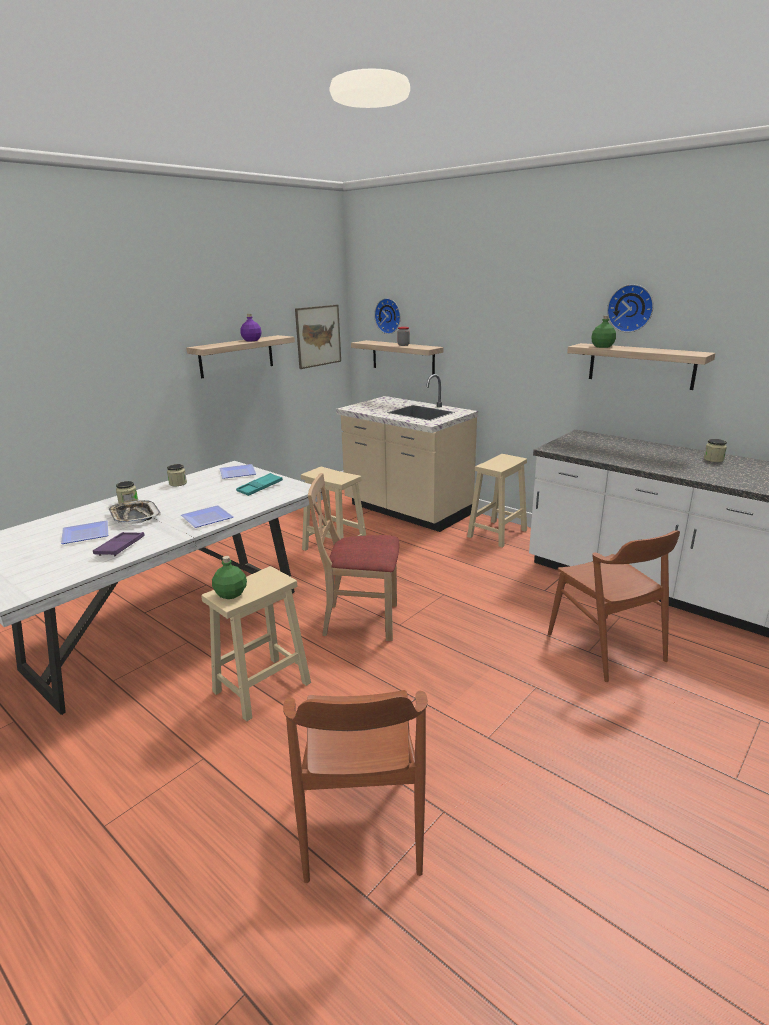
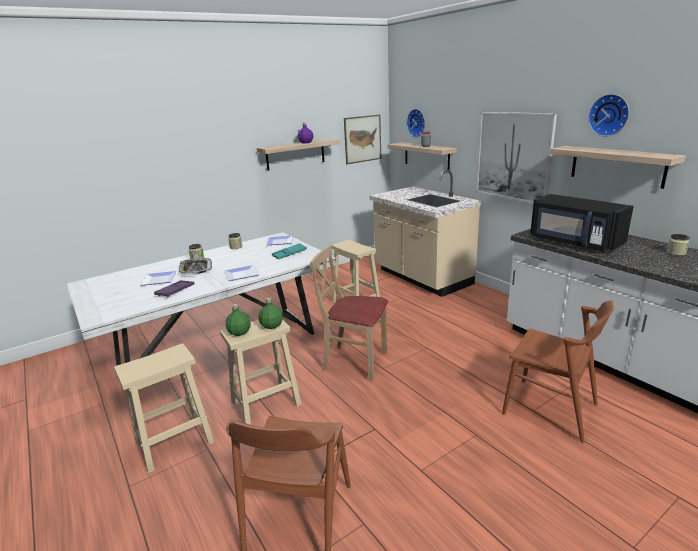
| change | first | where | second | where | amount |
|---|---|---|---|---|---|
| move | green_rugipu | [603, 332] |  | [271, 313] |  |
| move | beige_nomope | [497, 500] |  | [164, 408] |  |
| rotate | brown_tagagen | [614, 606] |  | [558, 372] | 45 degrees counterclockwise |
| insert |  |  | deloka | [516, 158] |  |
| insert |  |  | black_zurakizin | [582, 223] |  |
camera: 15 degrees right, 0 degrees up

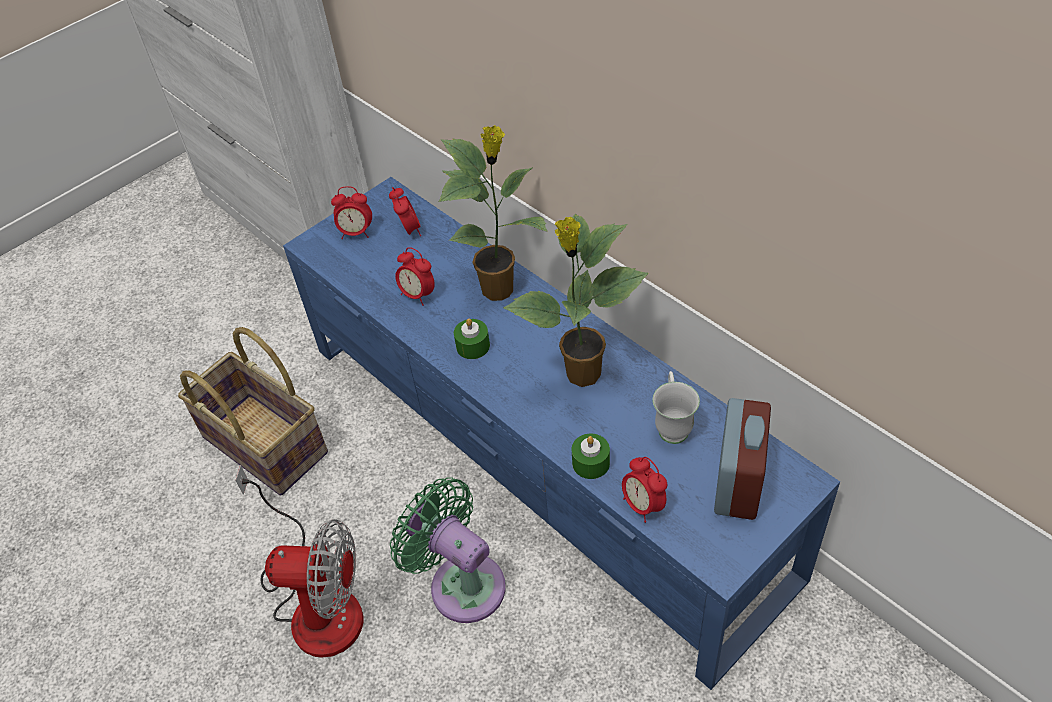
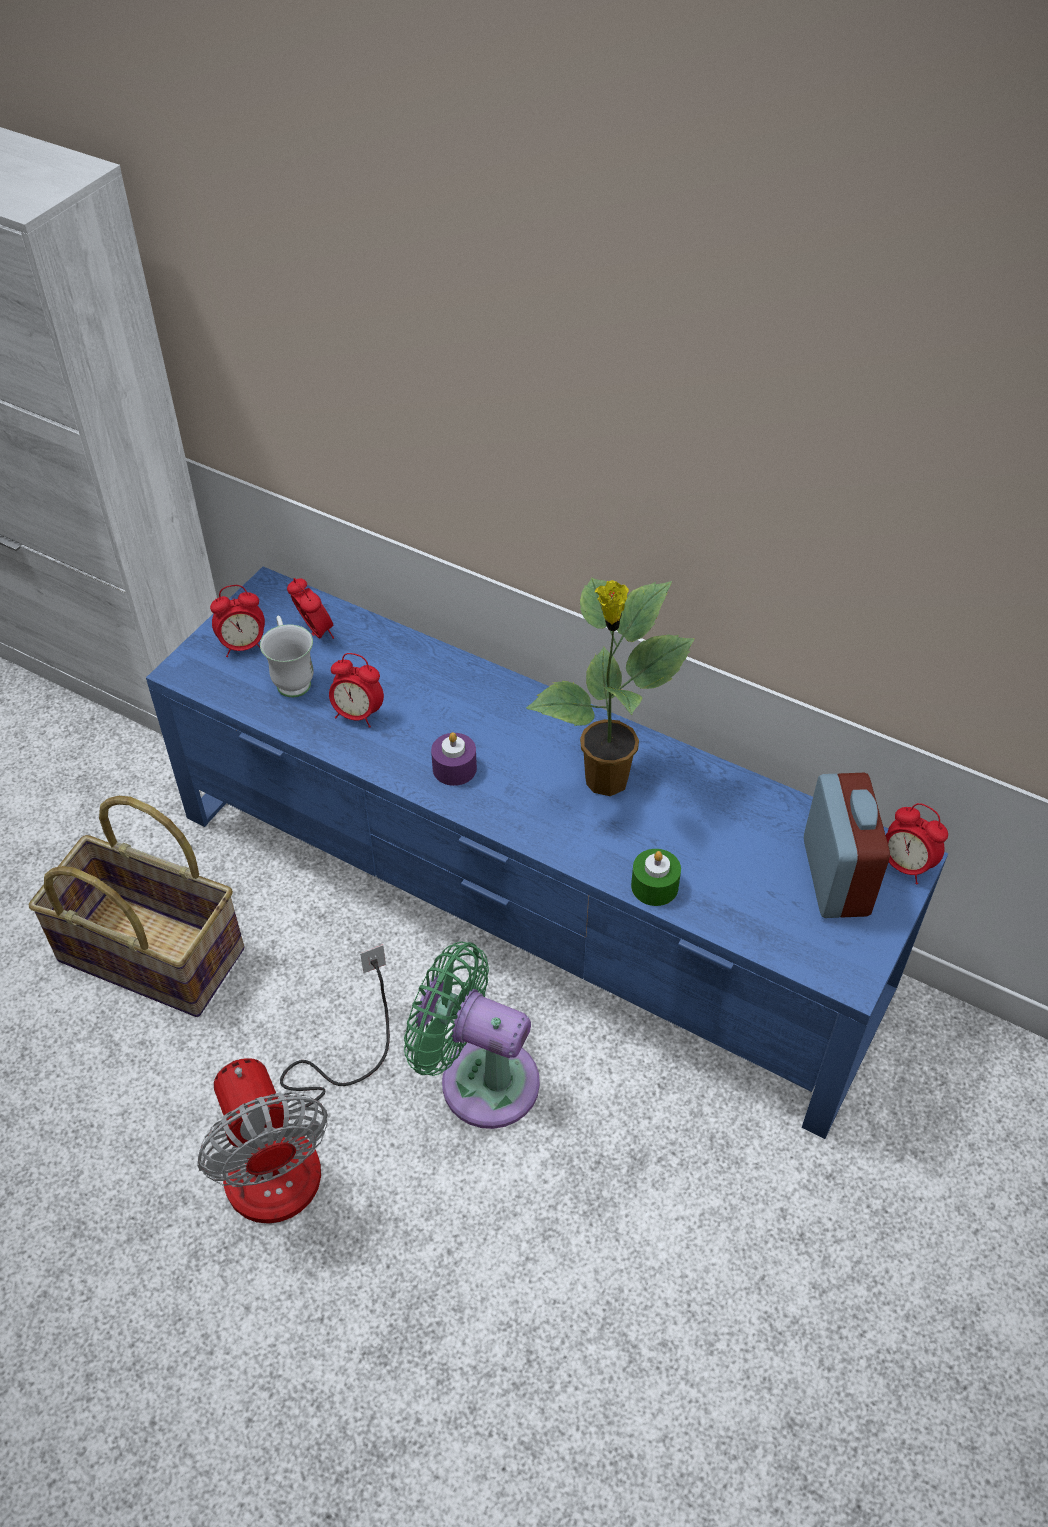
| change | first | where | second | where | amount |
|---|---|---|---|---|---|
| delete | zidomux | [493, 213] |  |  |  |
| recolor | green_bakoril | [472, 339] | purple_bakoril | [454, 759] |  |
| move | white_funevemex | [676, 407] |  | [286, 656] |  |
| move | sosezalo | [644, 490] |  | [917, 844] |  |
| rotate | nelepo | [299, 561] |  | [293, 1084] | 75 degrees clockwise |
camera: 20 degrees left, 0 degrees up

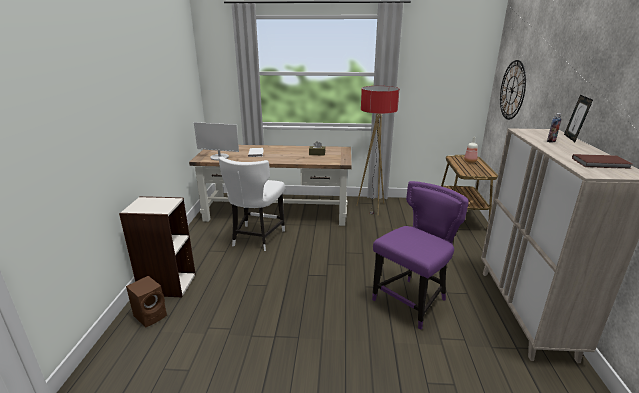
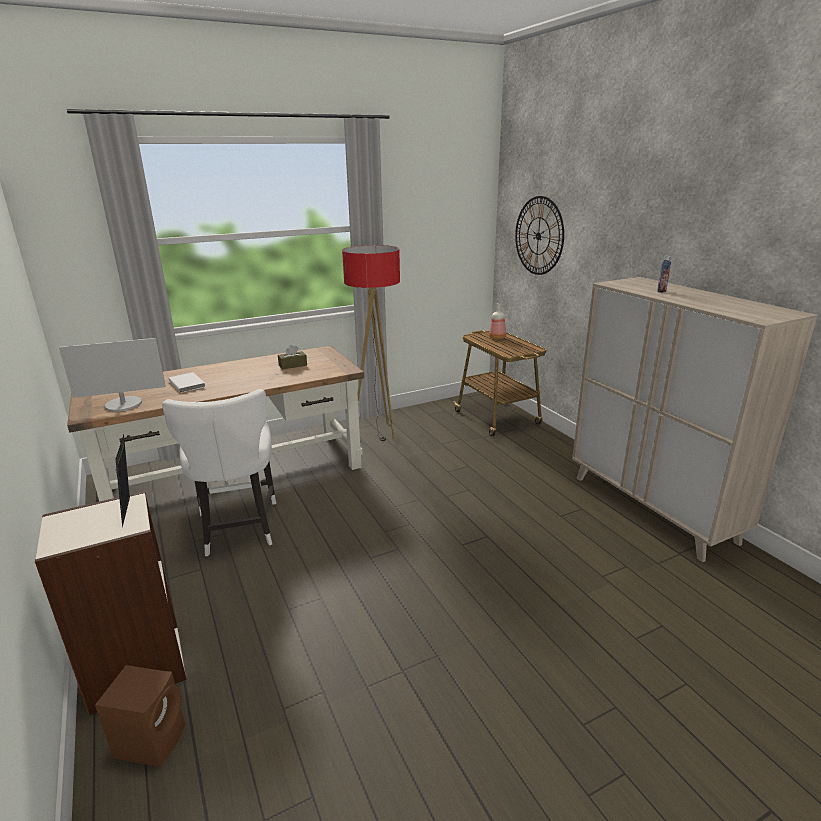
| change | first | where | second | where | amount |
|---|---|---|---|---|---|
| move | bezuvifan | [578, 118] |  | [123, 481] |  |
| delete | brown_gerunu | [602, 161] |  |  |  |
| delete | purple_tagagen | [420, 255] |  |  |  |
camera: 30 degrees left, 0 degrees up

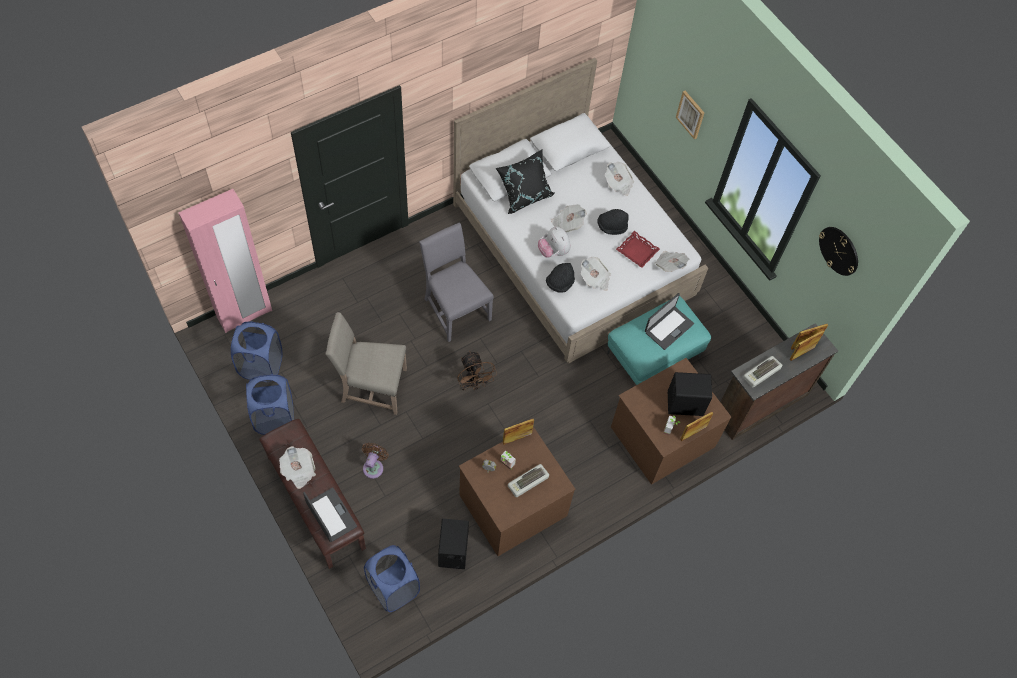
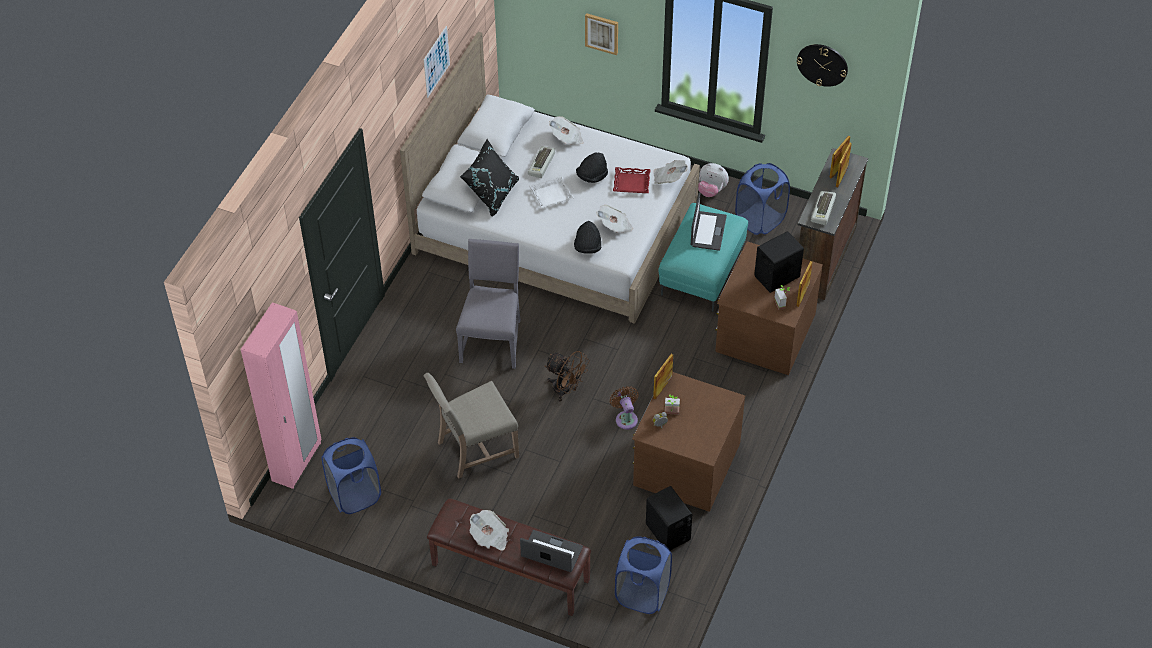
| change | first | where | second | where | amount |
|---|---|---|---|---|---|
| replace | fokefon | [569, 218] | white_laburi | [551, 192] |  |
| rotate | grey_tagagen | [456, 282] |  | [488, 304] | 75 degrees clockwise |
| move | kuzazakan | [554, 242] |  | [713, 180] |  |
| move | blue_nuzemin | [270, 404] |  | [762, 199] |  |
| move | brown_nelepo | [375, 461] |  | [624, 408] |  |
| move | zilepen | [528, 480] |  | [541, 162] |  |
| insert |  |  | deloka | [437, 62] |  |
camera: 30 degrees left, 10 degrees down

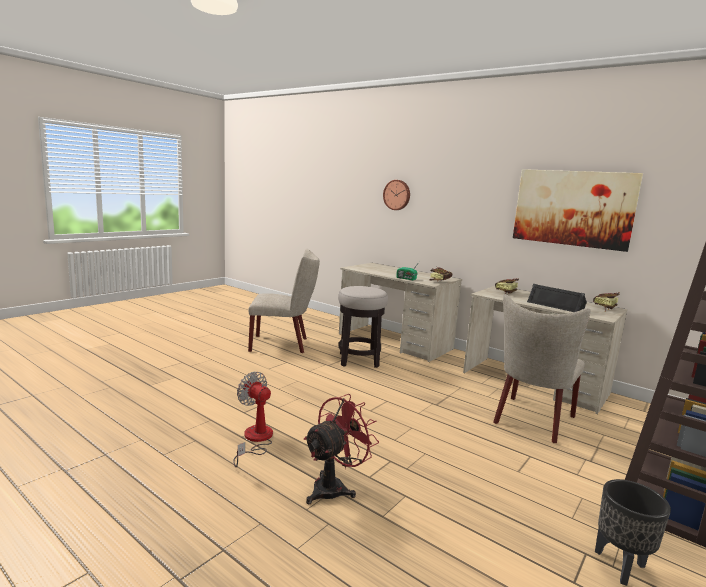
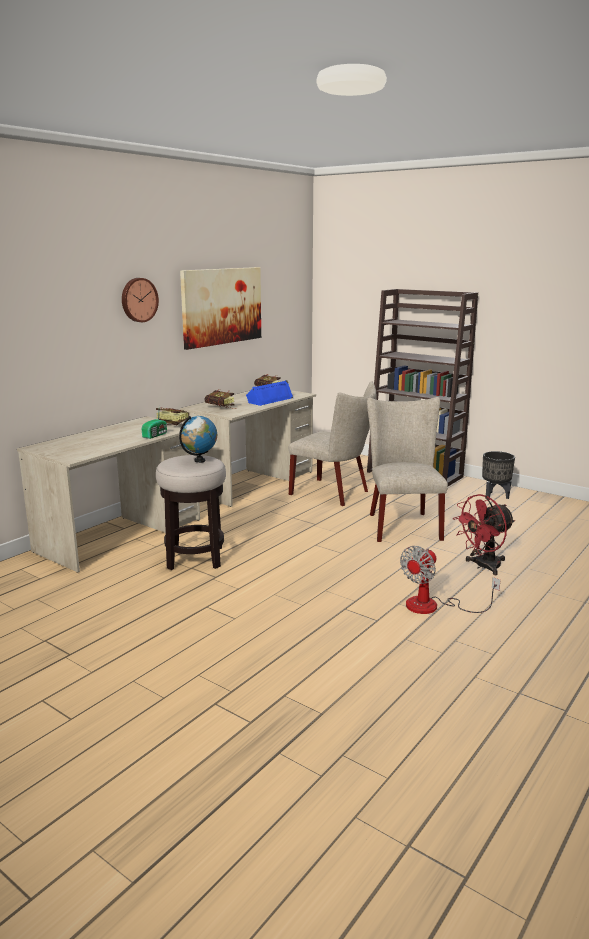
| change | first | where | second | where | amount |
|---|---|---|---|---|---|
| move | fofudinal | [396, 195] |  | [140, 300] |  |
| move | beige_tagagen | [284, 301] |  | [407, 469] |  |
| recolor | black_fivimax | [557, 298] | blue_fivimax | [269, 393] |  |
| rotate | red_nelepo | [341, 449] |  | [484, 534] | 75 degrees counterclockwise |
| insert |  |  | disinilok | [198, 439] |  |
camera: 90 degrees left, 5 degrees up

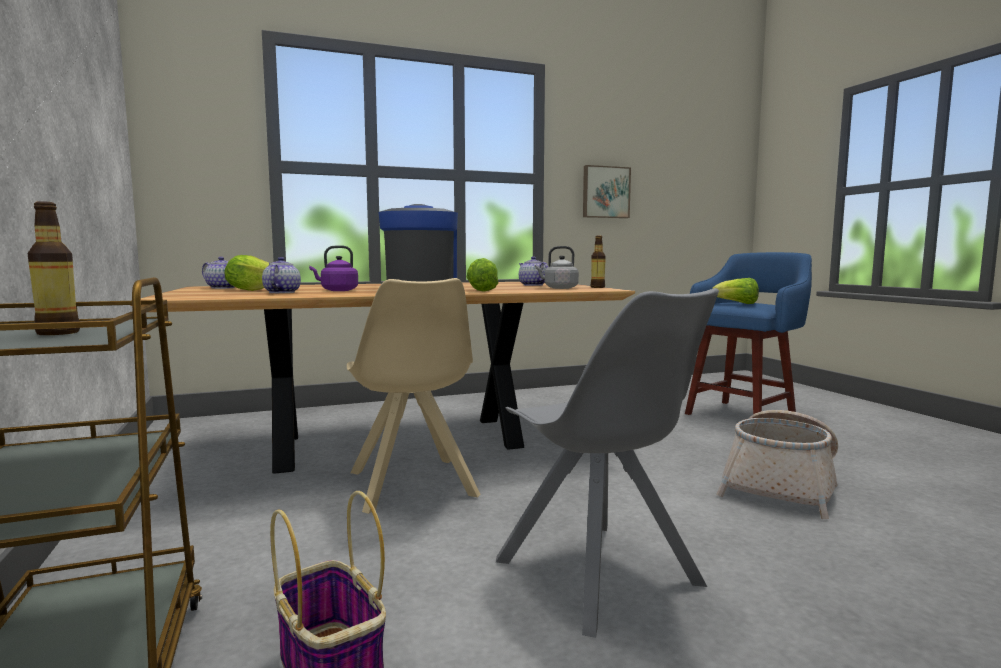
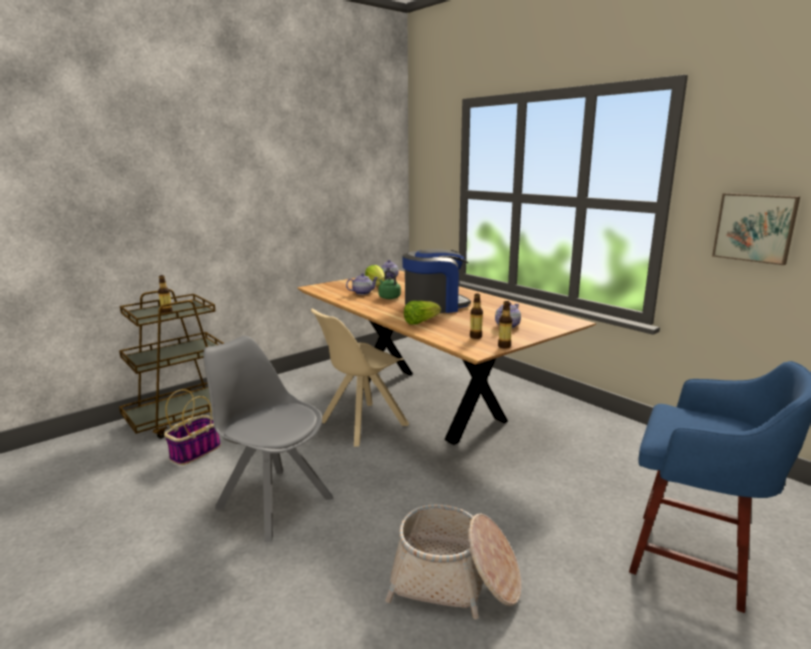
| change | first | where | second | where | amount |
|---|---|---|---|---|---|
| recolor | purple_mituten | [333, 268] | green_mituten | [389, 284] |  |
| replace | grey_mituten | [557, 267] | rugipu | [476, 316] |  |
| delete | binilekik | [735, 291] |  |  |  |
| rotate | grey_tagagen | [607, 463] |  | [268, 439] | 90 degrees clockwise |
camera: 70 degrees right, 10 degrees up

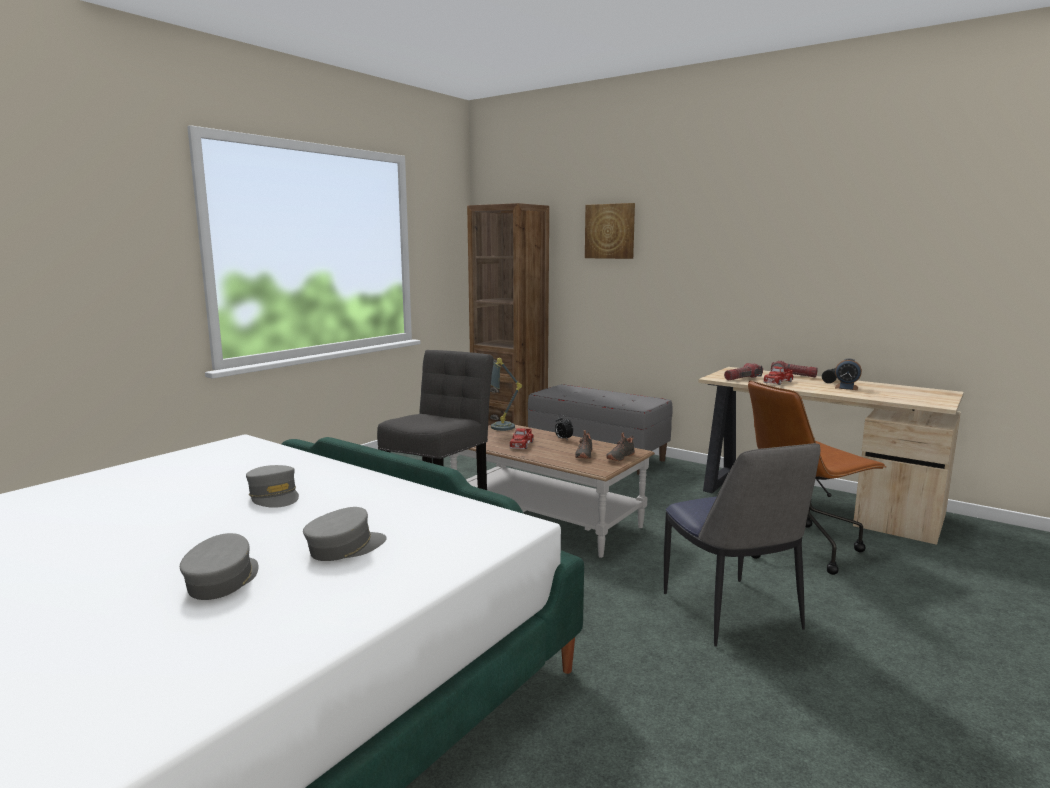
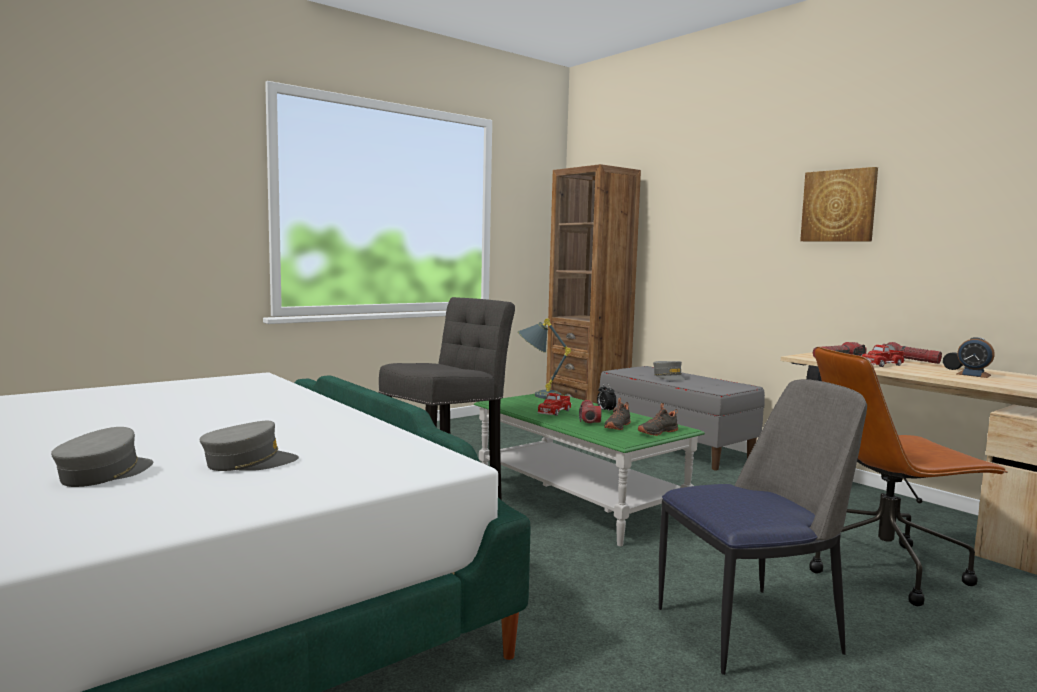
| change | first | where | second | where | amount |
|---|---|---|---|---|---|
| move | deloka | [610, 231] |  | [839, 204] |  |
| recolor | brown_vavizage | [552, 491] | green_vavizage | [589, 470] |  |
| rotate | tagagen | [742, 545] |  | [763, 527] | 105 degrees counterclockwise |
| move | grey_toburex | [272, 486] |  | [669, 370] |  |
| insert |  |  | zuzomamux | [590, 411] |  |
camera: 15 degrees right, 5 degrees down

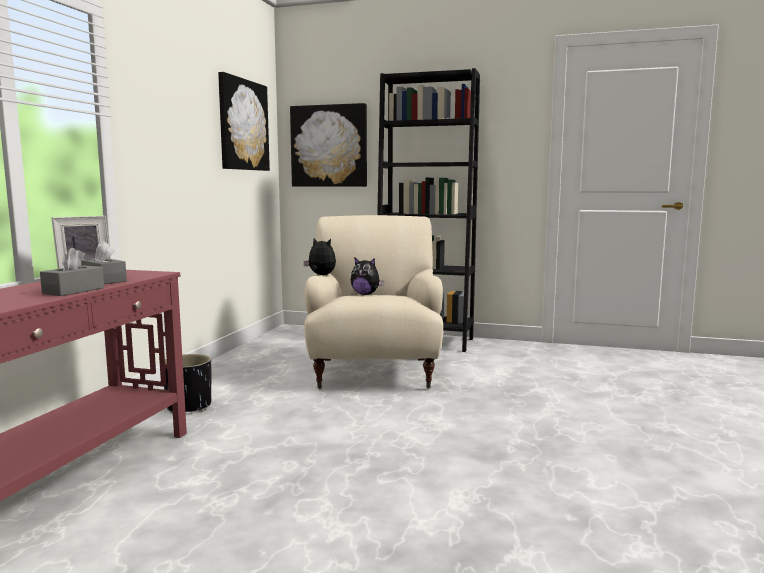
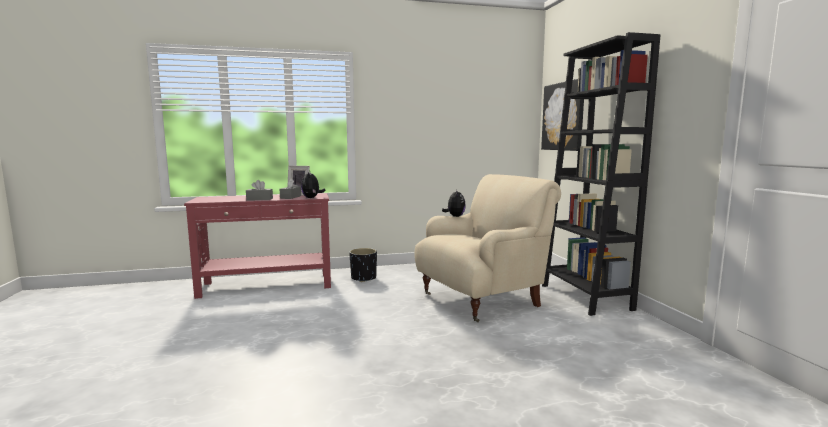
| change | first | where | second | where | amount |
|---|---|---|---|---|---|
| delete | deloka | [244, 121] |  |  |  |
| move | kuzazakan | [367, 276] |  | [313, 185] |  |
camera: 60 degrees right, 0 degrees up

